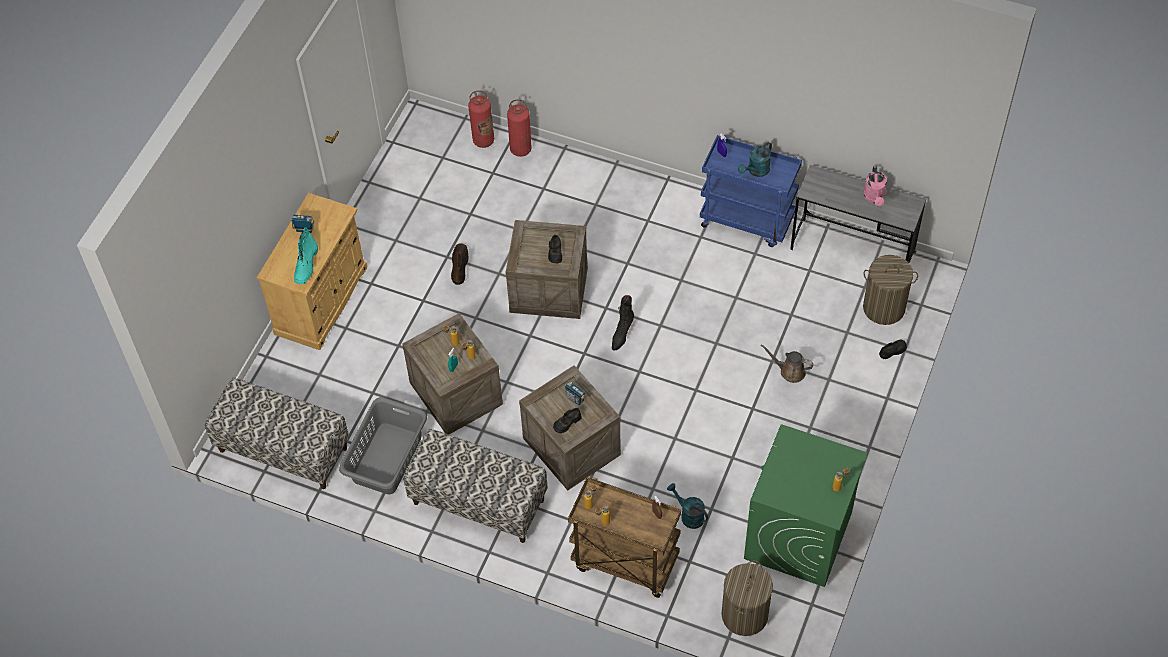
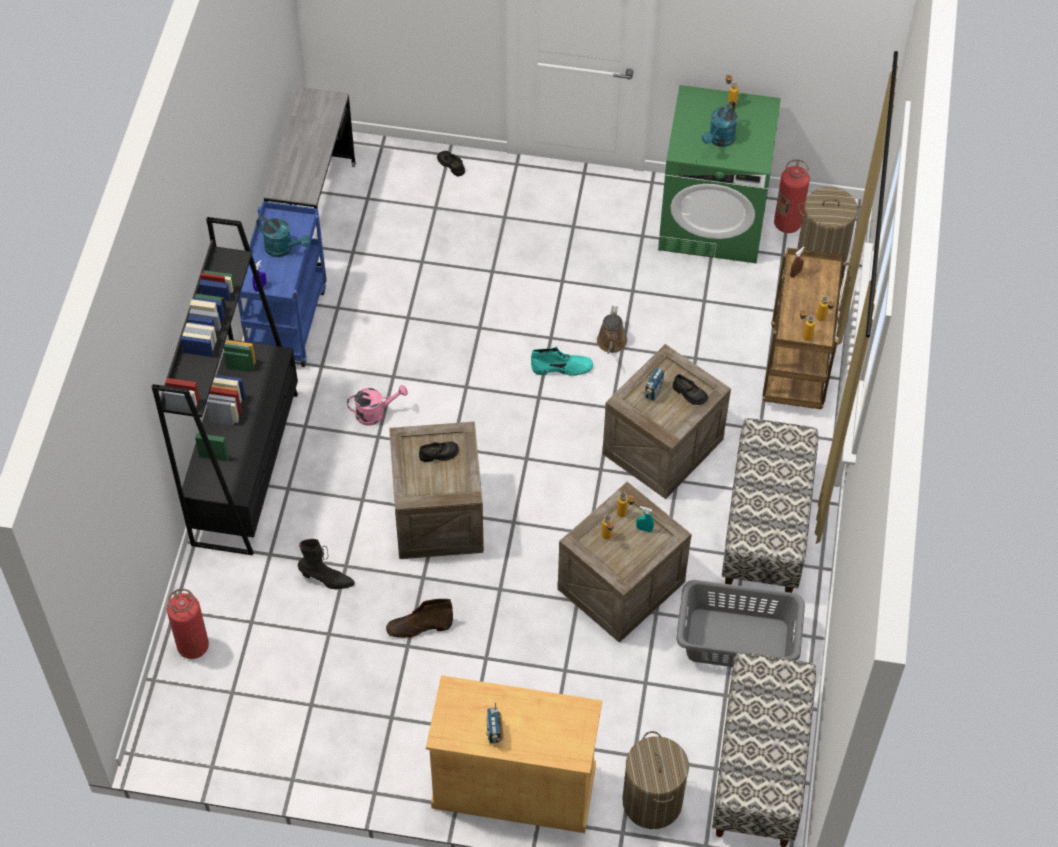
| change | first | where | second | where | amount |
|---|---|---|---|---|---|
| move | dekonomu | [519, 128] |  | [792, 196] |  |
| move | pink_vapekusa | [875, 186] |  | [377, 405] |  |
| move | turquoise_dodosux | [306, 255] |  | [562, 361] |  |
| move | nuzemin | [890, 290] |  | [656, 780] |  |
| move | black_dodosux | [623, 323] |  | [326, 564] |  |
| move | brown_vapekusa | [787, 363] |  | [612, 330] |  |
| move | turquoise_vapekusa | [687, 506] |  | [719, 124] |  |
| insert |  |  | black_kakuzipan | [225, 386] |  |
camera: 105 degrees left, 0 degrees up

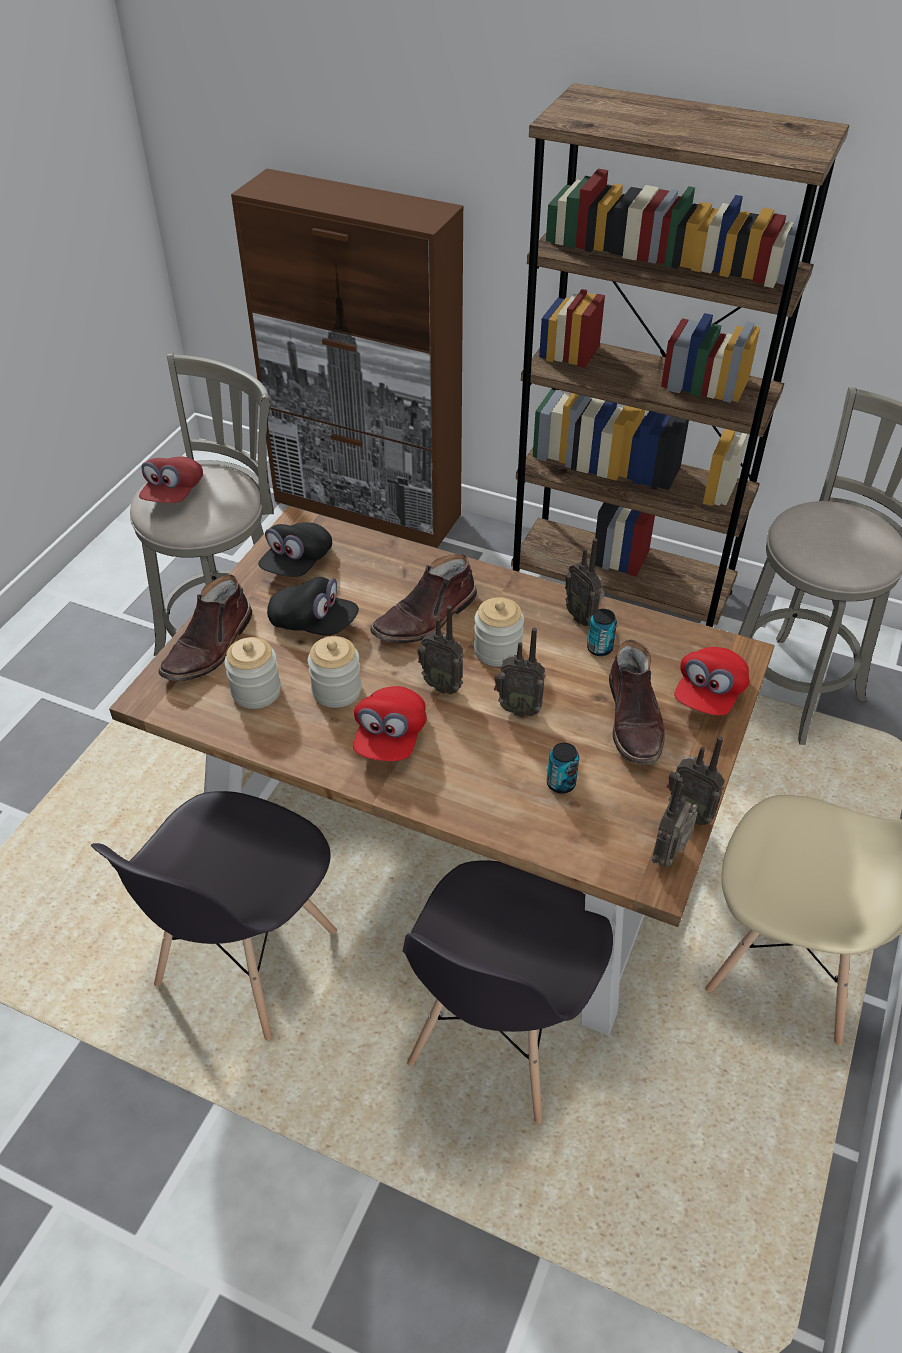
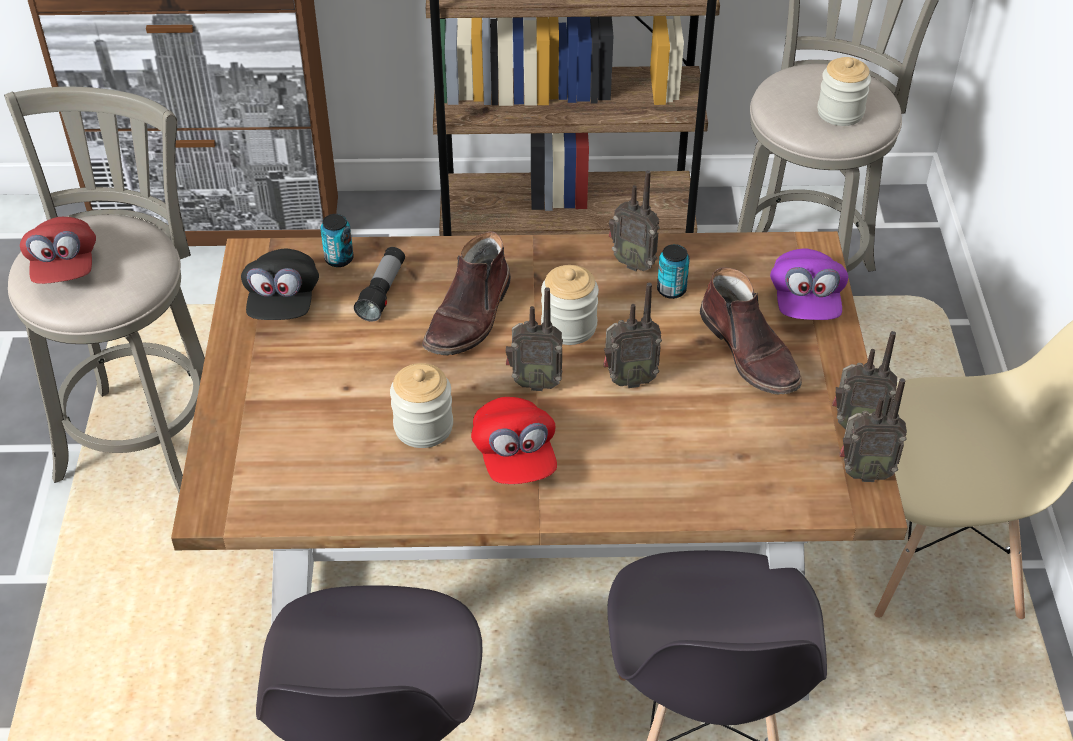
| change | first | where | second | where | amount |
|---|---|---|---|---|---|
| delete | brown_dodosux | [205, 627] |  |  |  |
| delete | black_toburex | [313, 606] |  |  |  |
| move | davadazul | [252, 673] |  | [844, 91] |  |
| recolor | red_toburex | [712, 681] | purple_toburex | [809, 284] |  |
| move | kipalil | [563, 768] |  | [337, 240] |  |
| rotate | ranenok | [675, 822] |  | [873, 430] | 90 degrees counterclockwise |
| insert |  |  | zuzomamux | [379, 284] |  |
camera: 25 degrees left, 0 degrees up

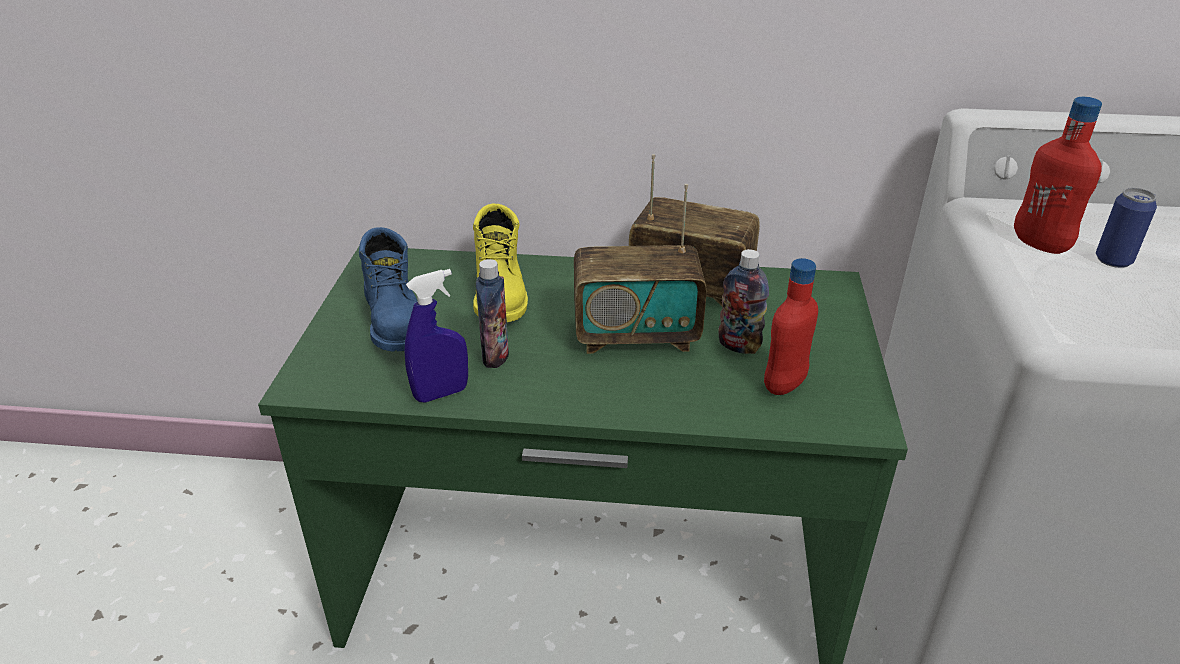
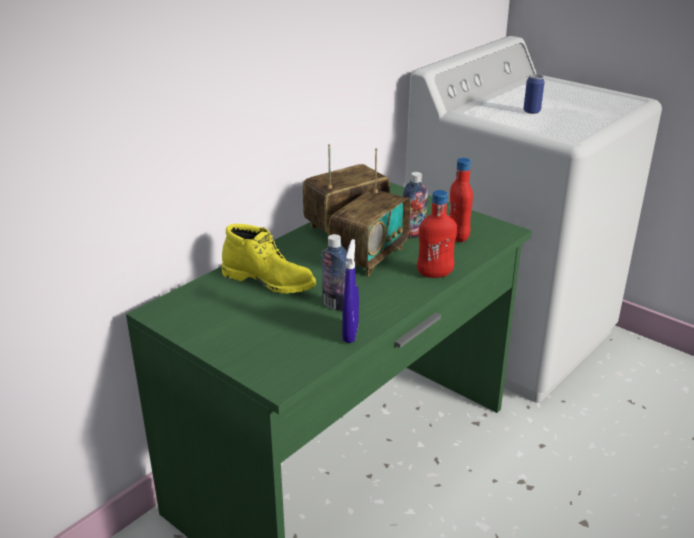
| change | first | where | second | where | amount |
|---|---|---|---|---|---|
| move | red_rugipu | [1058, 175] |  | [437, 234] |  |
| delete | blue_dodosux | [388, 289] |  |  |  |
camera: 55 degrees left, 5 degrees down

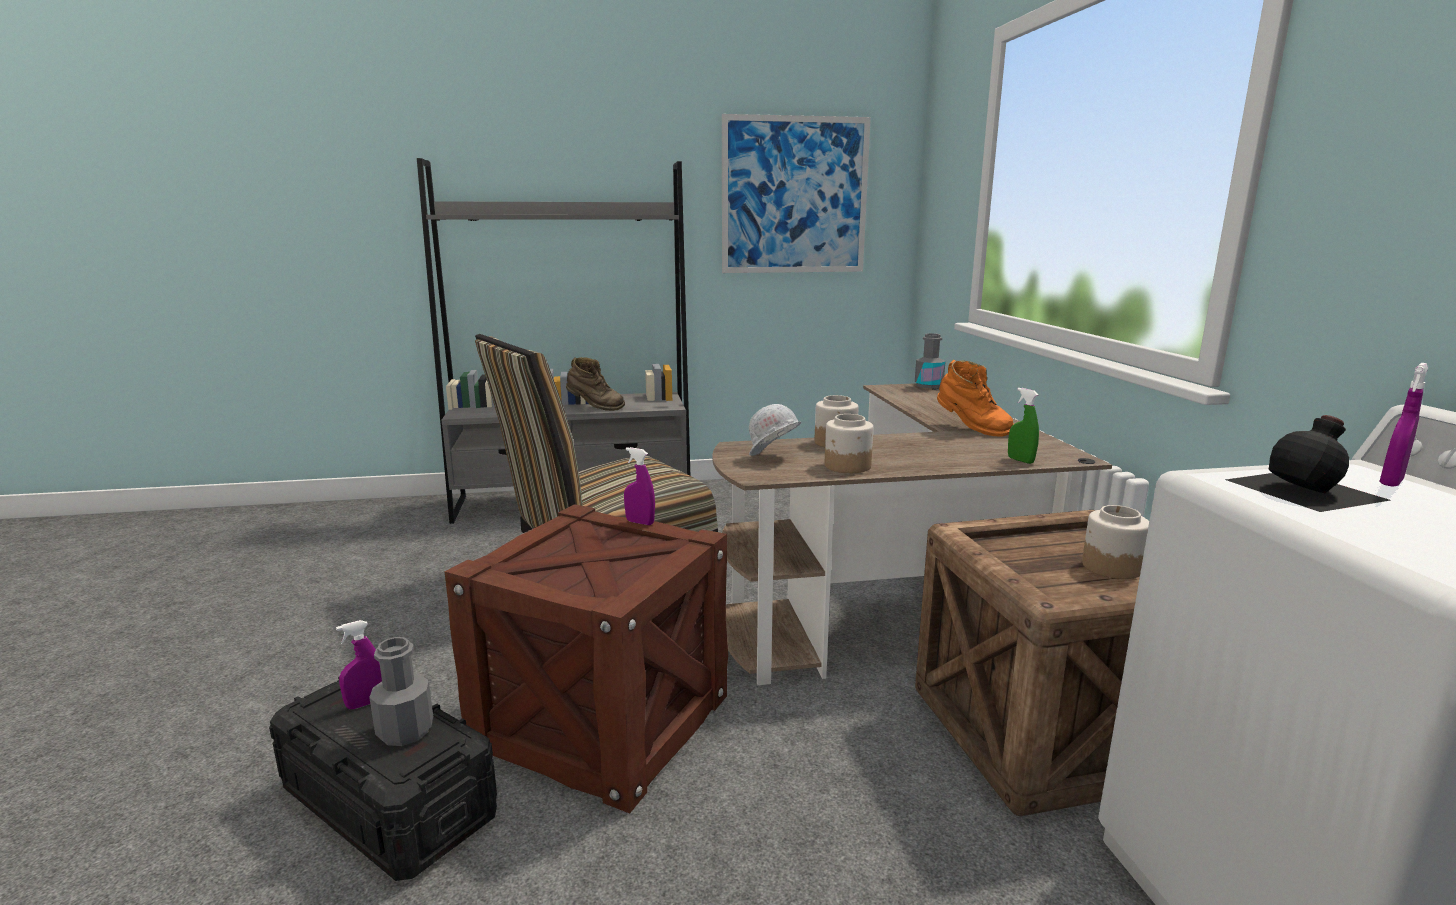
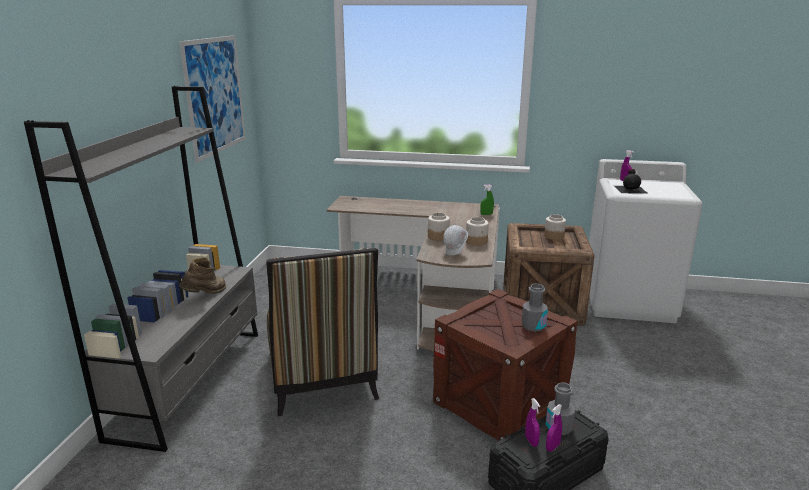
| change | first | where | second | where | amount |
|---|---|---|---|---|---|
| move | grey_rugipu | [930, 360] |  | [535, 307] |  |
| delete | orange_dodosux | [975, 398] |  |  |  |
| move | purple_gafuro | [639, 486] |  | [554, 428] |  |
camera: 70 degrees left, 5 degrees up

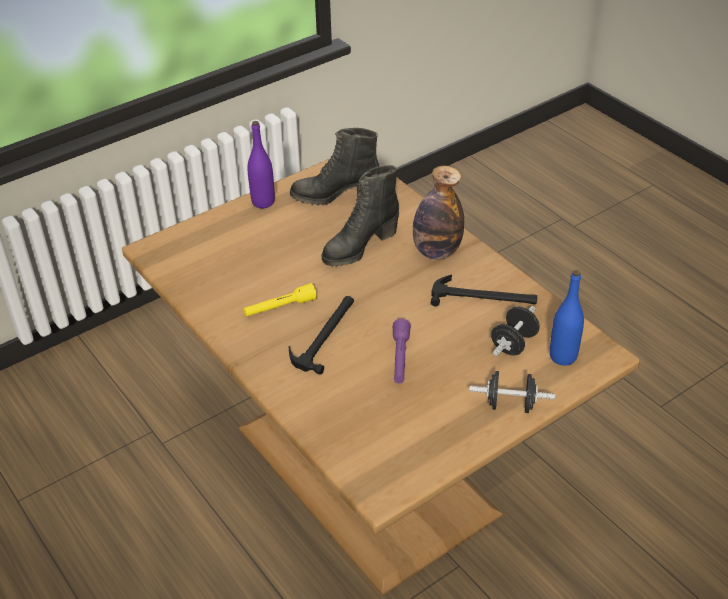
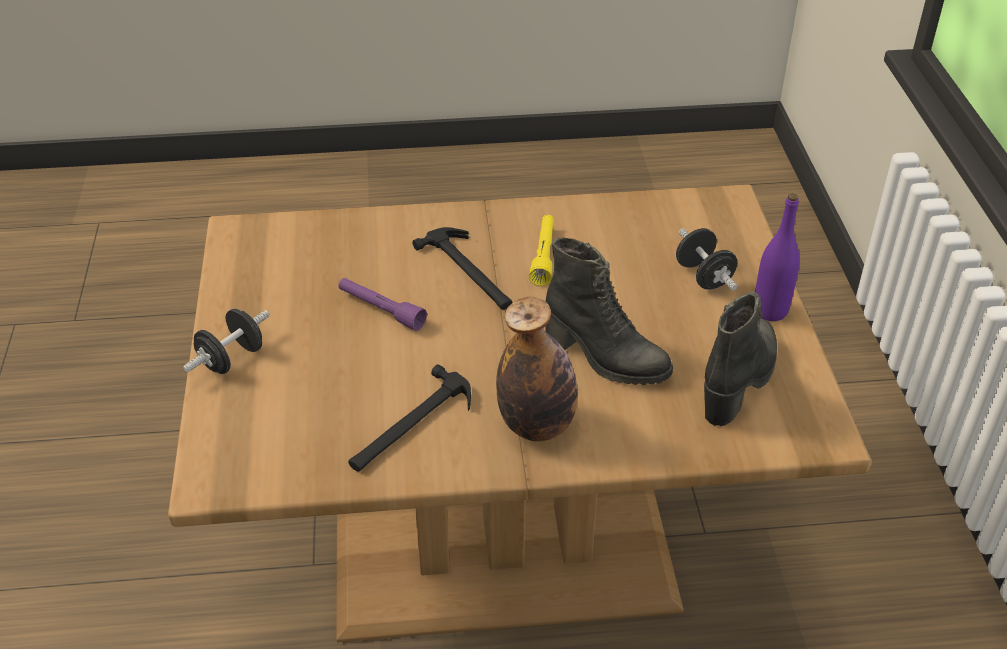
| change | first | where | second | where | amount |
|---|---|---|---|---|---|
| rotate | black_dodosux | [360, 215] |  | [609, 311] | 135 degrees clockwise |
| delete | blue_rugipu | [567, 318] |  |  |  |
| move | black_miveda | [515, 331] |  | [706, 259] |  |
camera: 120 degrees right, 0 degrees up

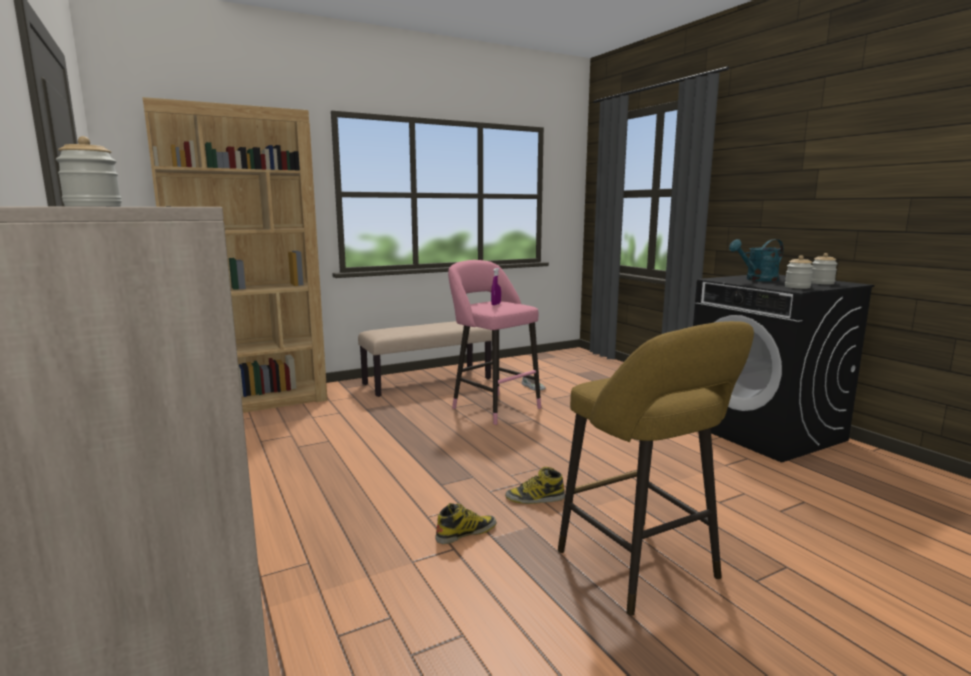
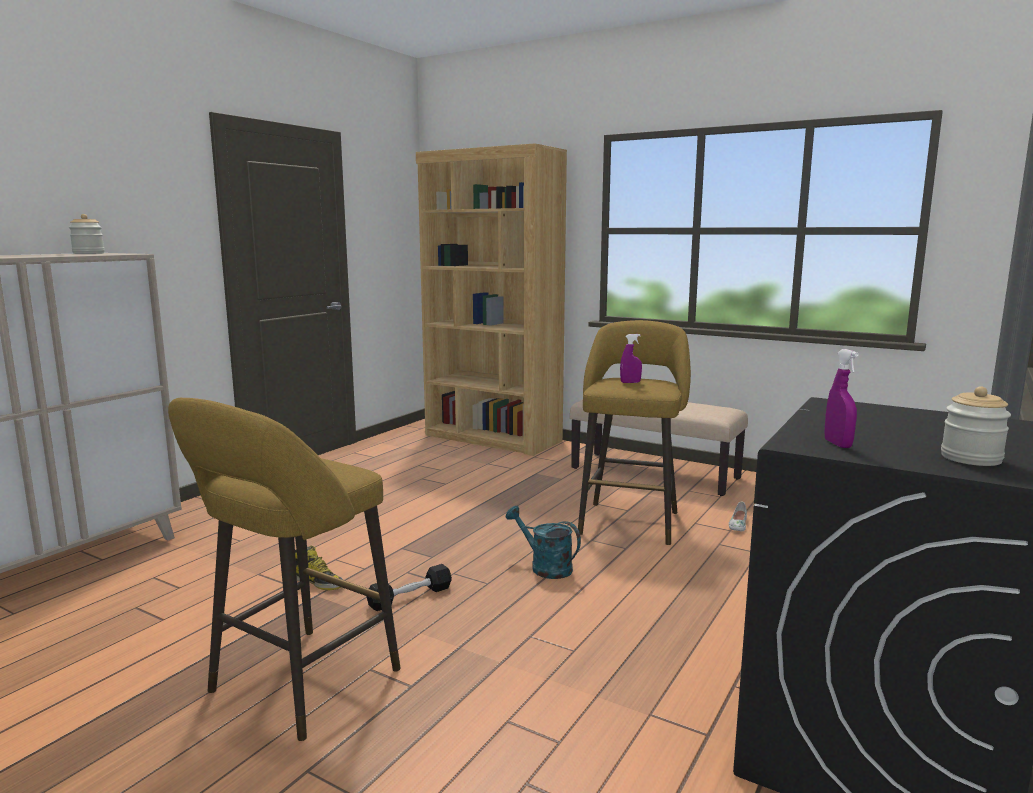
| change | first | where | second | where | amount |
|---|---|---|---|---|---|
| move | turquoise_vapekusa | [756, 260] |  | [543, 542] |  |
| replace | davadazul | [799, 272] | purple_gafuro | [841, 398] |  |
| recolor | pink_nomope | [494, 342] | yellow_nomope | [634, 432] |  |
| replace | dodosux | [535, 485] | black_miveda | [409, 587] |  |
camera: 60 degrees right, 0 degrees up

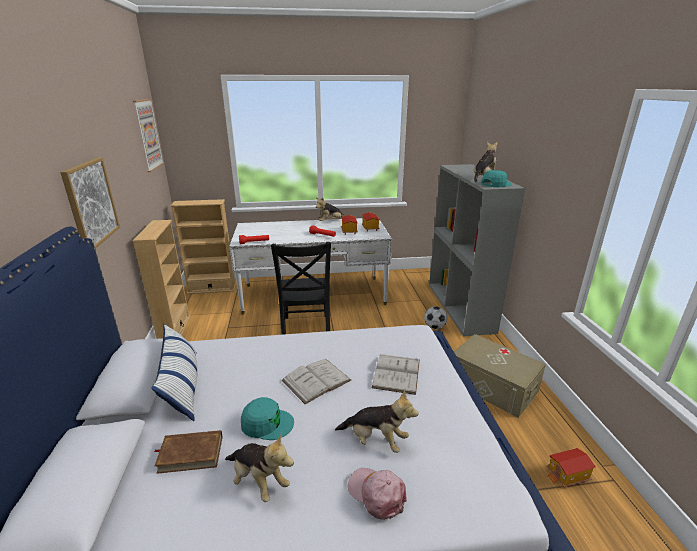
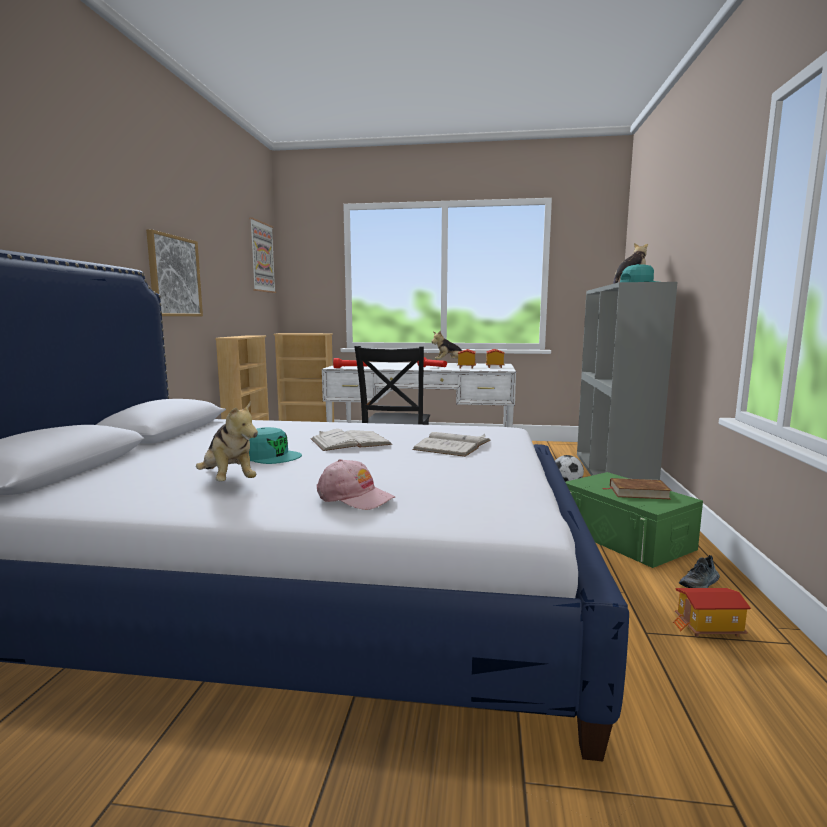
| change | first | where | second | where | amount |
|---|---|---|---|---|---|
| delete | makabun | [174, 372] |  |  |  |
| recolor | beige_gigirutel | [500, 376] | green_gigirutel | [634, 520] |  |
| delete | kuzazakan | [377, 421] |  |  |  |
| move | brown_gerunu | [188, 452] |  | [637, 488] |  |
| rotate | pink_toburex | [377, 494] |  | [356, 484] | 150 degrees clockwise |
| insert |  |  | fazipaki | [699, 571] |  |
camera: 15 degrees right, 15 degrees down

